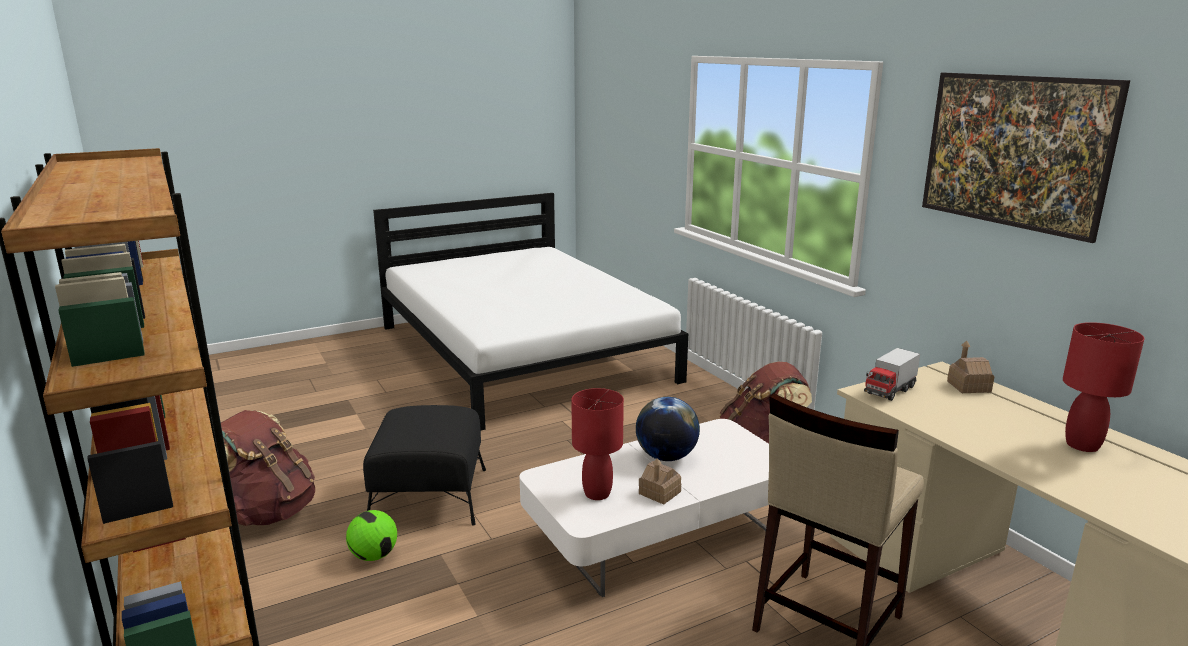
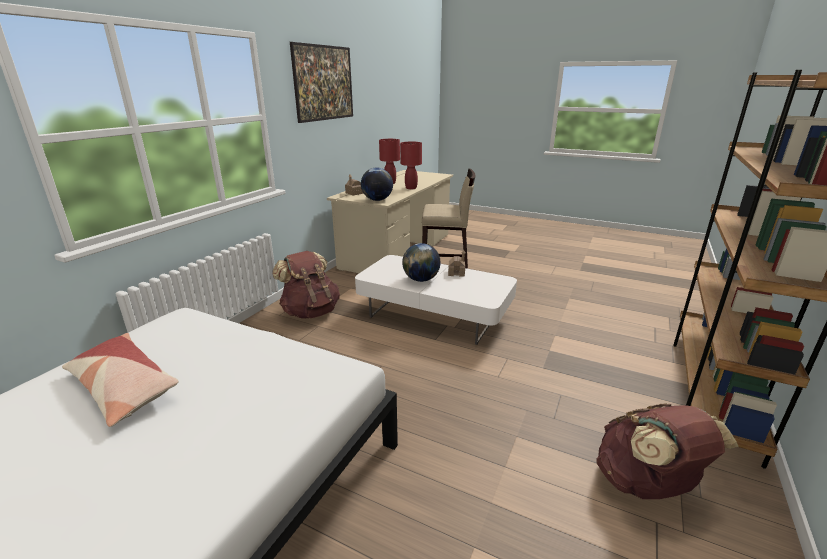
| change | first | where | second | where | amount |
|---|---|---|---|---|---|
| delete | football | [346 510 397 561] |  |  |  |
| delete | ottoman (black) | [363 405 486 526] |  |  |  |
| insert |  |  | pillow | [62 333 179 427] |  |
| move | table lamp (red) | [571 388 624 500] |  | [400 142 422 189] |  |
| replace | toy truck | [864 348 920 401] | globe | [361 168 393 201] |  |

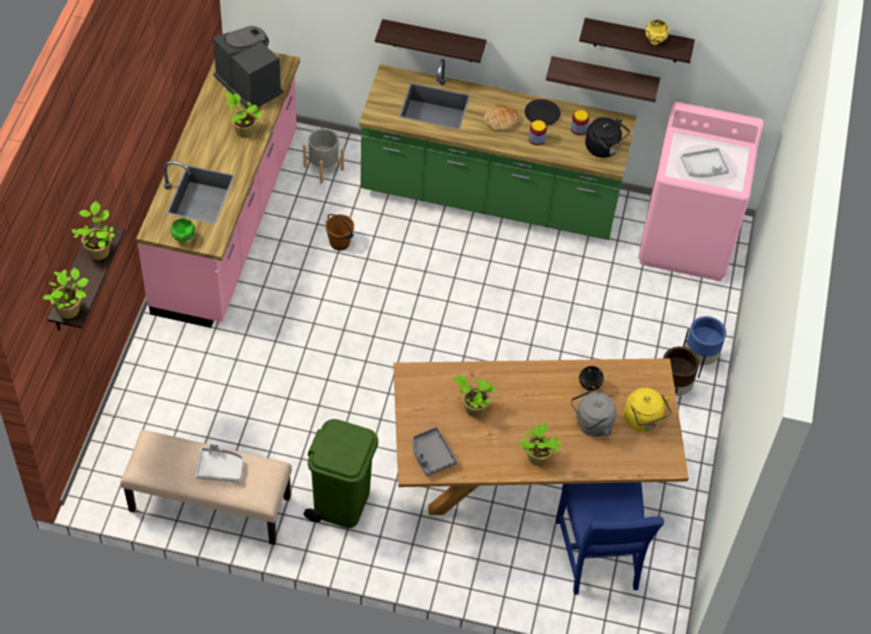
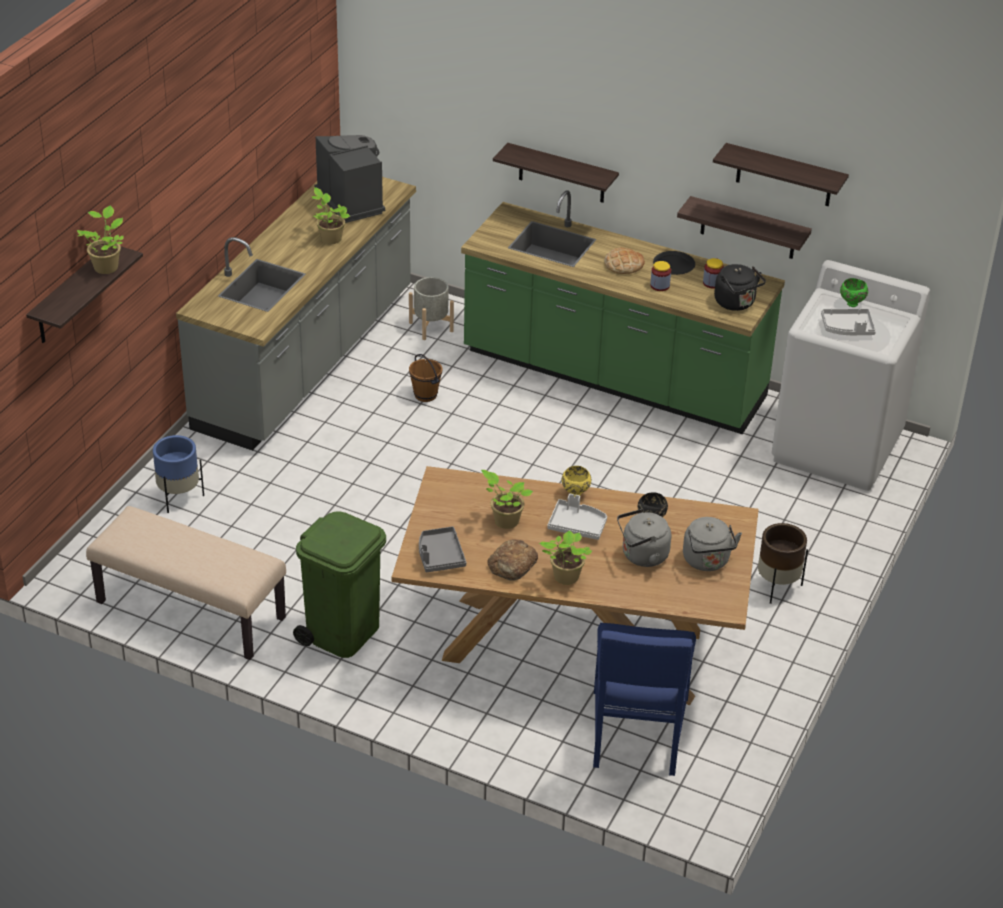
| change | first | where | second | where | amount |
|---|---|---|---|---|---|
| delete | potted plant | [43 268 89 319] |  |  |  |
| insert |  |  | bread | [488 539 538 581] |  |
| move | bowl (green) | [171 219 195 243] |  | [840 278 868 307] |  |
| move | tray (grey) | [196 443 244 482] |  | [547 494 607 540] |  |
| move | bowl (yellow) | [645 20 669 45] |  | [562 466 591 497] |  |
| move | planter (blue) | [683 316 726 378] |  | [153 435 204 513] |  |
| recolor | counter (pink) | [136 52 300 328] | counter (grey) | [176 177 416 450] |  |
| recolor | kettle (yellow) | [624 388 672 432] | kettle (grey) | [683 517 742 571] |  |
| recolor | washing machine (pink) | [638 102 764 281] | washing machine (white) | [771 260 930 491] |  |

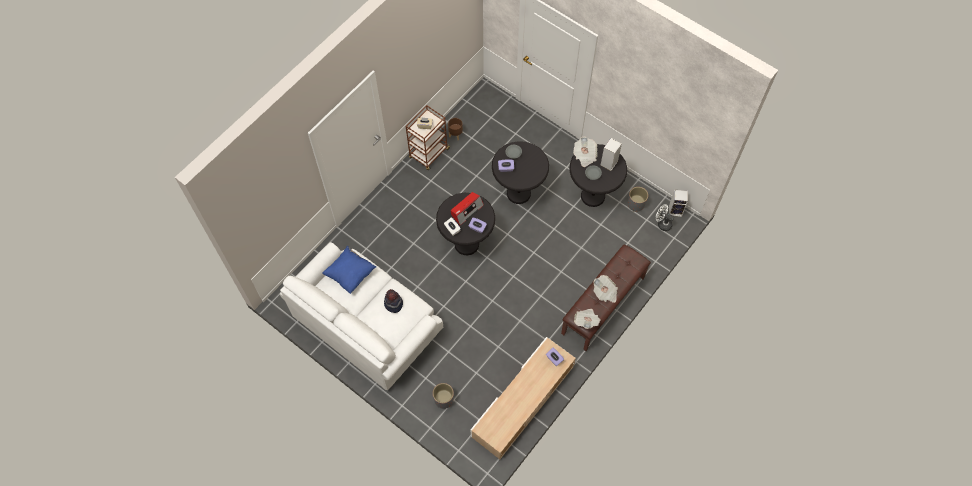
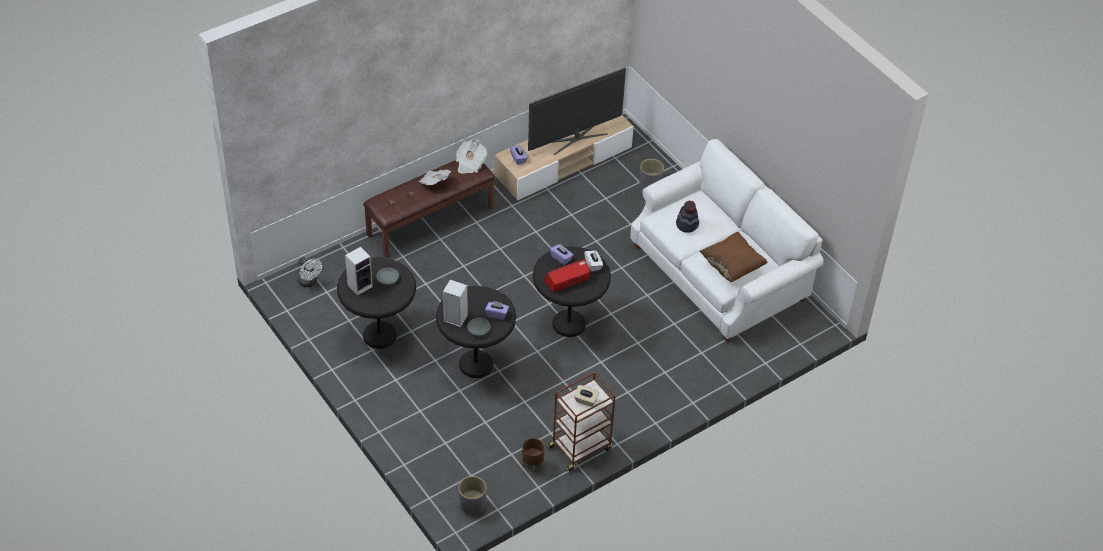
| change | first | where | second | where | amount |
|---|---|---|---|---|---|
| delete | newspaper | [573 136 597 167] |  |  |  |
| insert |  |  | television | [528 67 626 155] |  |
| move | planter (grey) | [628 187 648 212] |  | [458 476 487 514] |  |
| move | speaker | [669 190 688 217] |  | [443 279 468 327] |  |
| recolor | pillow (blue) | [323 246 376 294] | pillow (brown) | [700 232 768 282] |  |

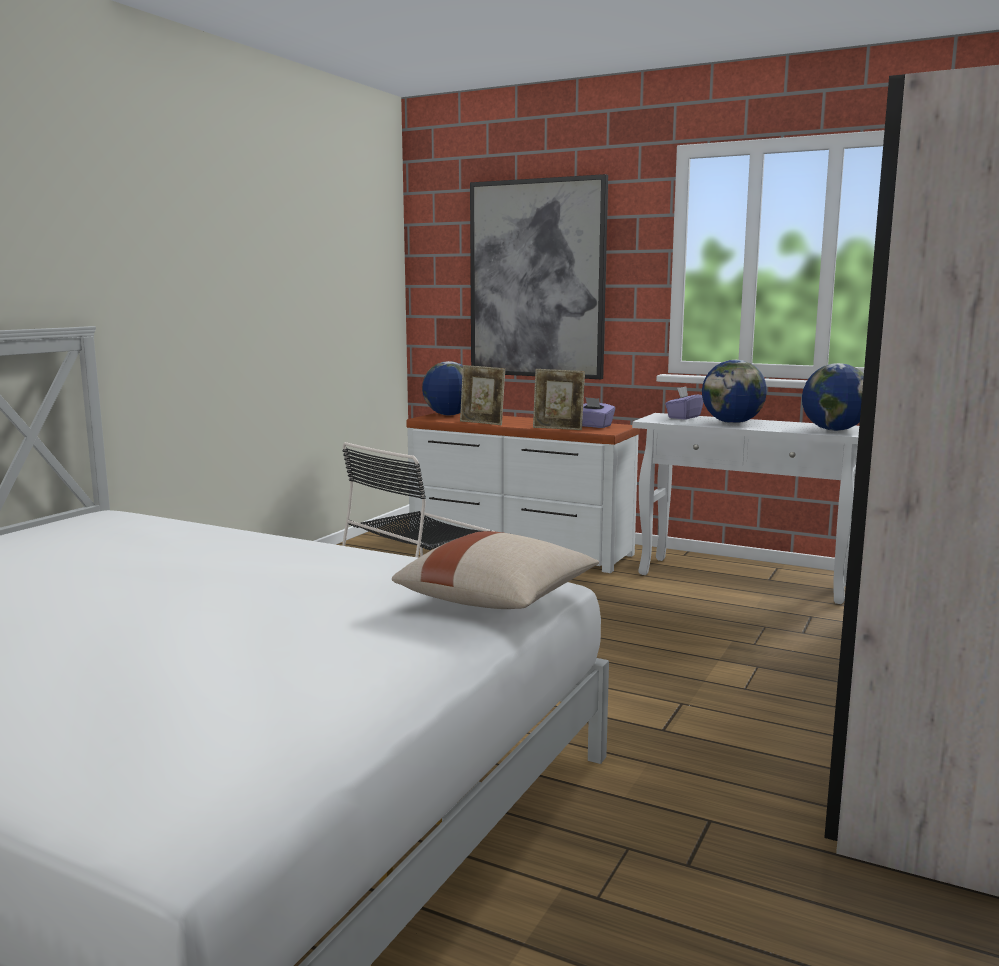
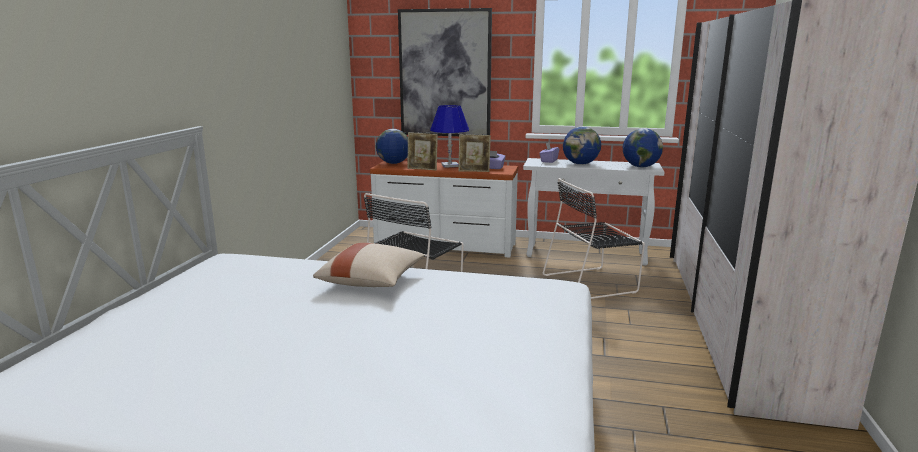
| change | first | where | second | where | amount |
|---|---|---|---|---|---|
| insert |  |  | table lamp (blue) | [430 105 469 168] |  |
| insert |  |  | chair (black) | [543 178 645 299] |  |
| move | pillow (beige) | [392 531 599 609] |  | [313 243 425 287] |  |

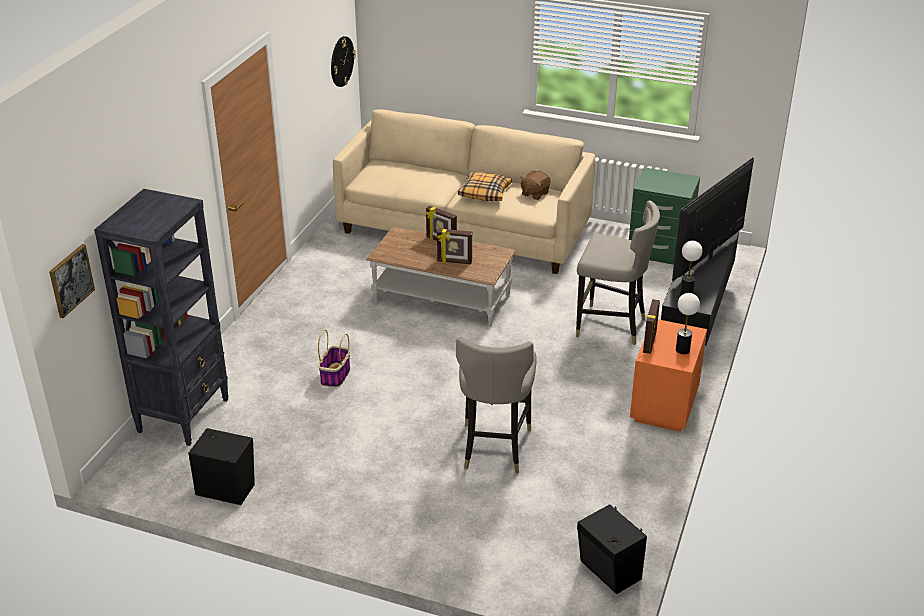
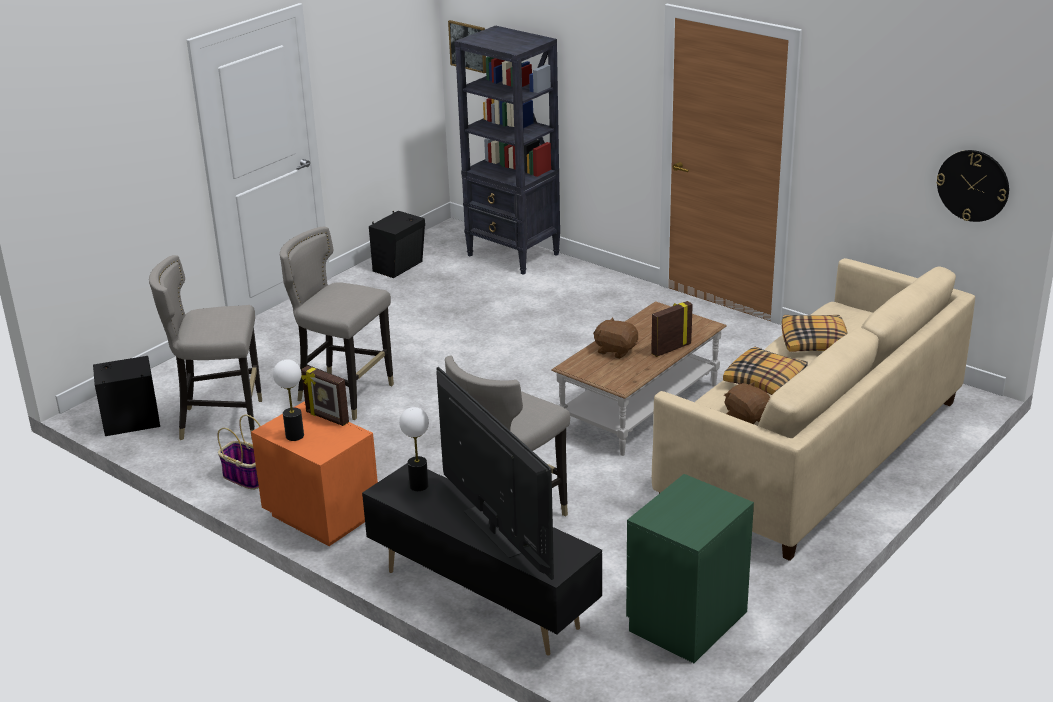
| change | first | where | second | where | amount |
|---|---|---|---|---|---|
| insert |  |  | stool (grey) | [149 255 262 440] |  |
| insert |  |  | pillow | [782 315 848 352] |  |
| move | basket | [318 330 350 388] |  | [217 415 261 490] |  |
| replace | picture frame | [437 229 472 264] | plush toy (brown) | [593 317 638 359] |  |

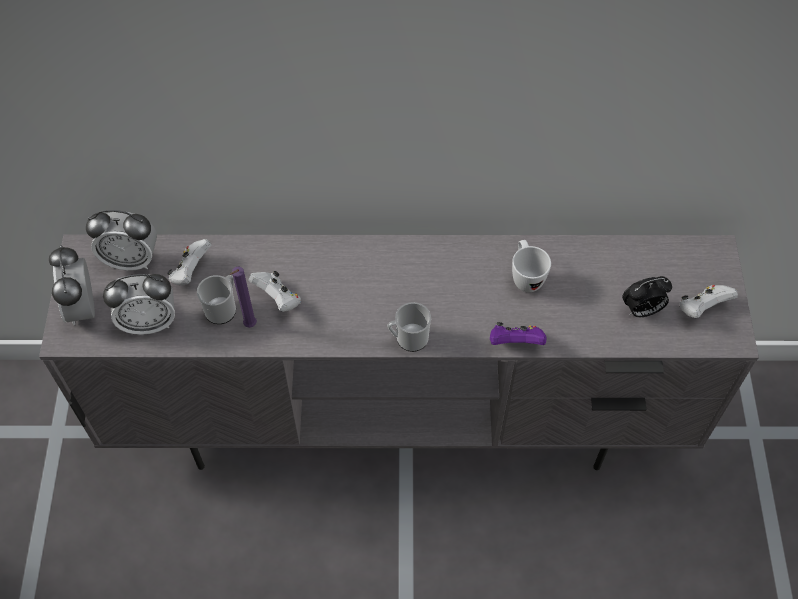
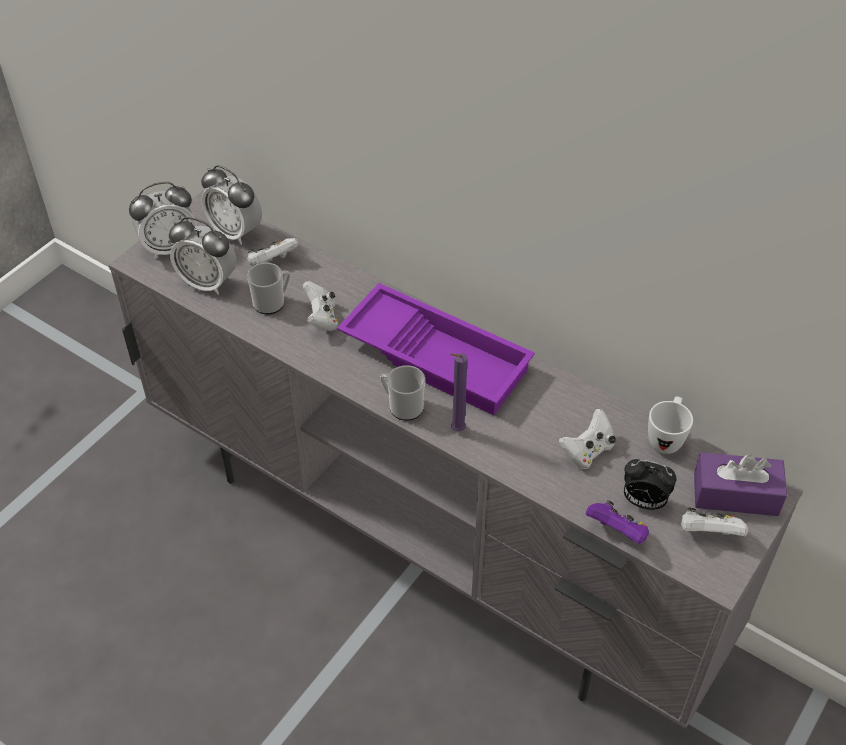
| change | first | where | second | where | amount |
|---|---|---|---|---|---|
| insert |  |  | tray (purple) | [337 283 535 415] |  |
| insert |  |  | game controller (white) | [559 409 616 469] |  |
| insert |  |  | tissue box (purple) | [694 452 787 516] |  |
| move | candle (purple) | [230 266 257 328] |  | [450 353 467 431] |  |
| move | game controller (purple) | [490 322 546 345] |  | [586 500 649 544] |  |
| move | mug (white) | [512 240 551 292] |  | [648 396 693 454] |  |
| rotate | alarm clock | [49 245 95 325] |  | [129 182 196 259] | 135 degrees counterclockwise |

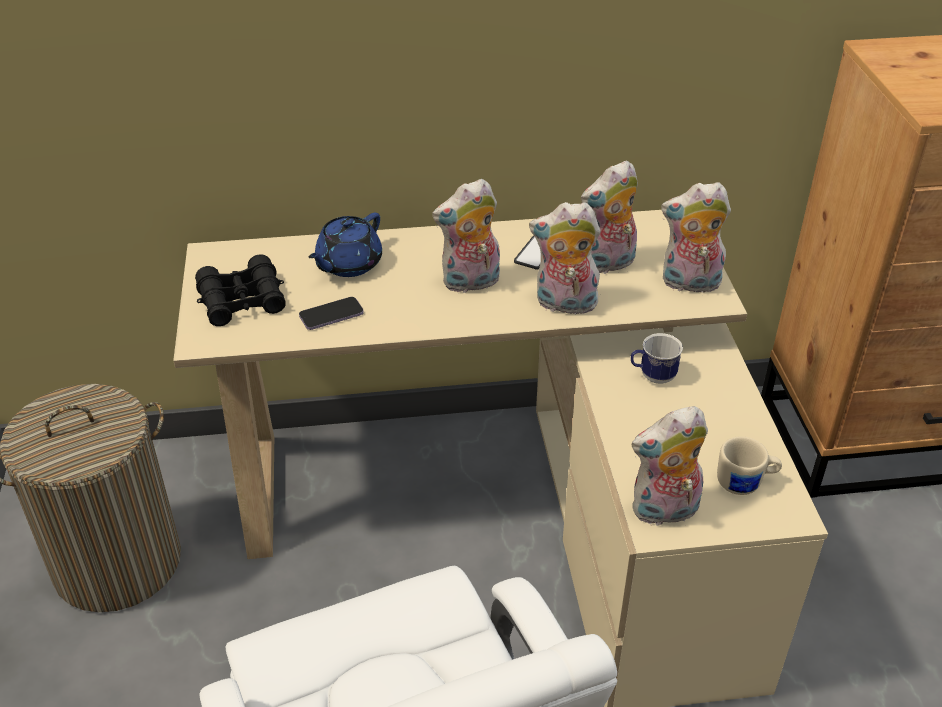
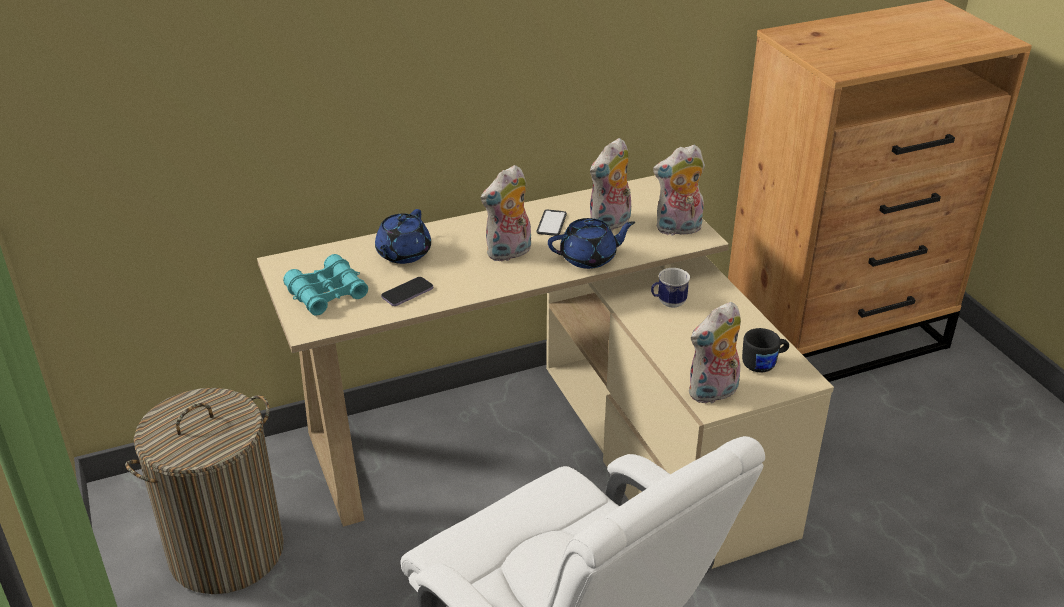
| change | first | where | second | where | amount |
|---|---|---|---|---|---|
| replace | plush toy | [529 202 601 318] | teapot (blue) | [548 218 635 269] |  |
| recolor | binoculars (black) | [195 254 286 326] | binoculars (turquoise) | [283 254 368 316] |  |
| recolor | mug (beige) | [717 436 782 495] | mug (black) | [742 328 789 372] |  |

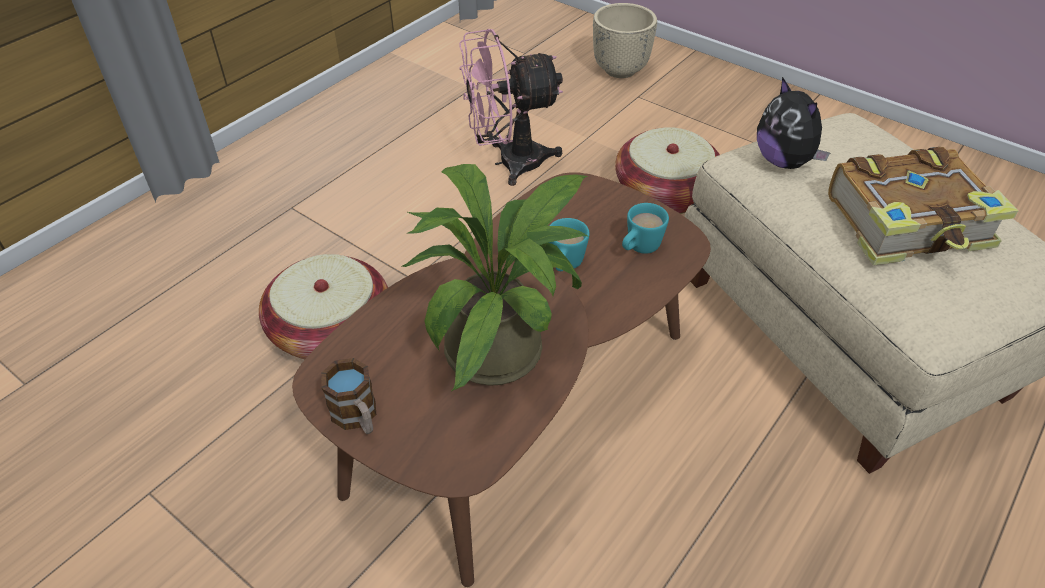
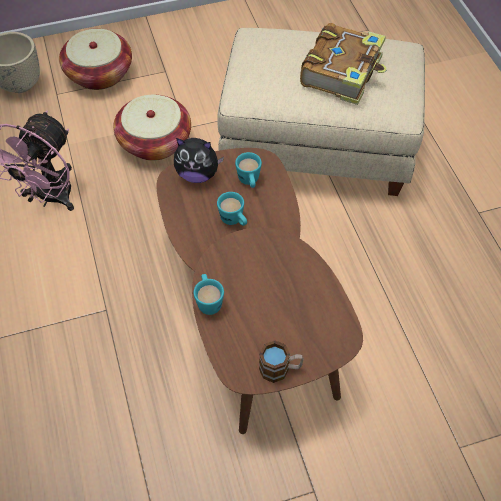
| change | first | where | second | where | amount |
|---|---|---|---|---|---|
| delete | potted plant | [402 164 589 391] |  |  |  |
| insert |  |  | mug (turquoise) | [194 274 224 315] |  |
| move | basket | [259 254 388 359] |  | [59 29 132 90] |  |
| move | plush toy | [757 77 830 169] |  | [174 138 224 183] |  |

